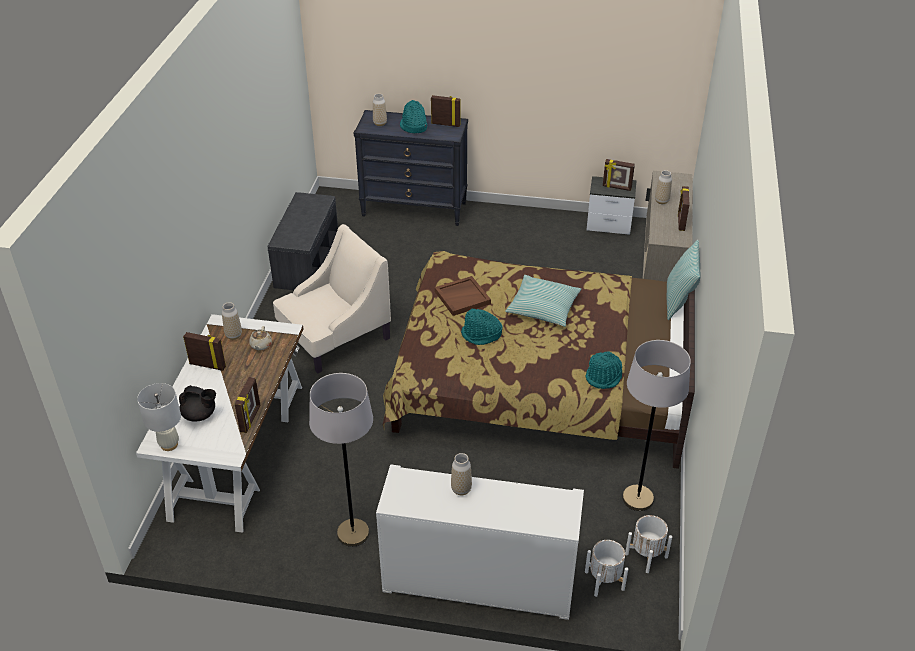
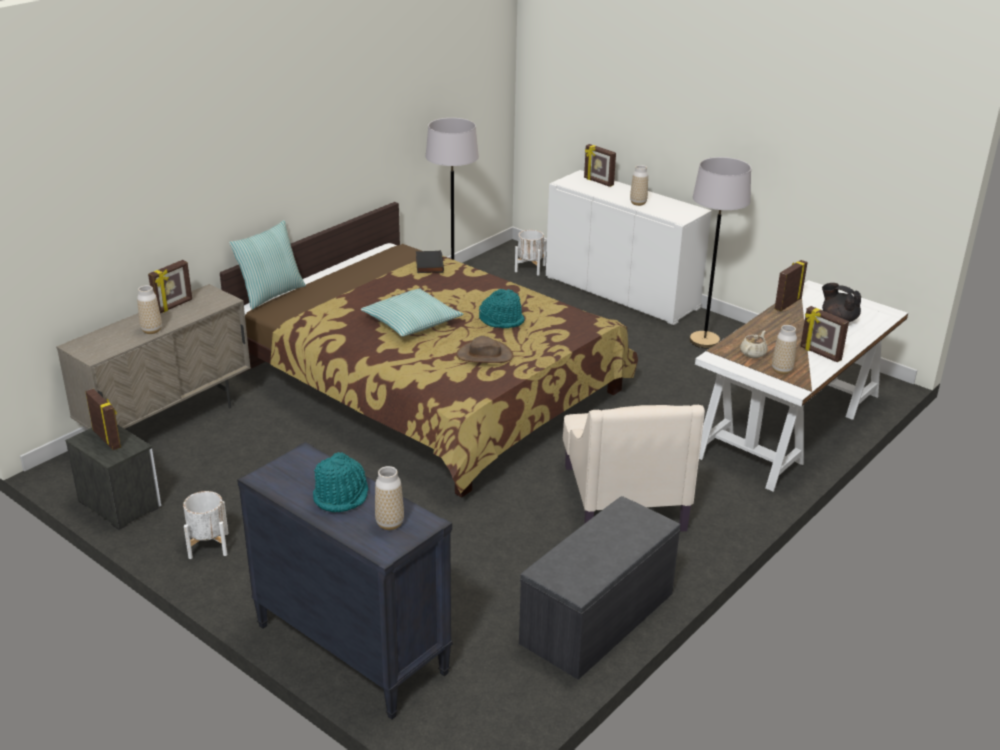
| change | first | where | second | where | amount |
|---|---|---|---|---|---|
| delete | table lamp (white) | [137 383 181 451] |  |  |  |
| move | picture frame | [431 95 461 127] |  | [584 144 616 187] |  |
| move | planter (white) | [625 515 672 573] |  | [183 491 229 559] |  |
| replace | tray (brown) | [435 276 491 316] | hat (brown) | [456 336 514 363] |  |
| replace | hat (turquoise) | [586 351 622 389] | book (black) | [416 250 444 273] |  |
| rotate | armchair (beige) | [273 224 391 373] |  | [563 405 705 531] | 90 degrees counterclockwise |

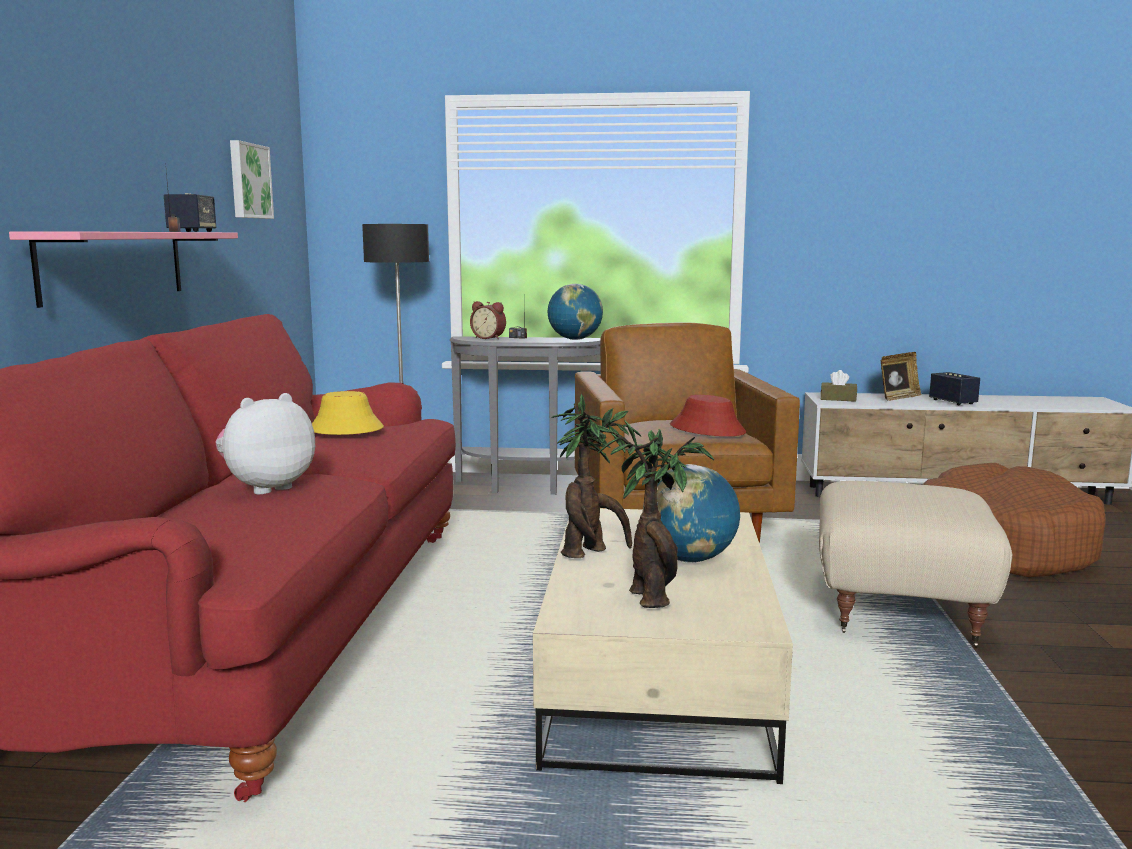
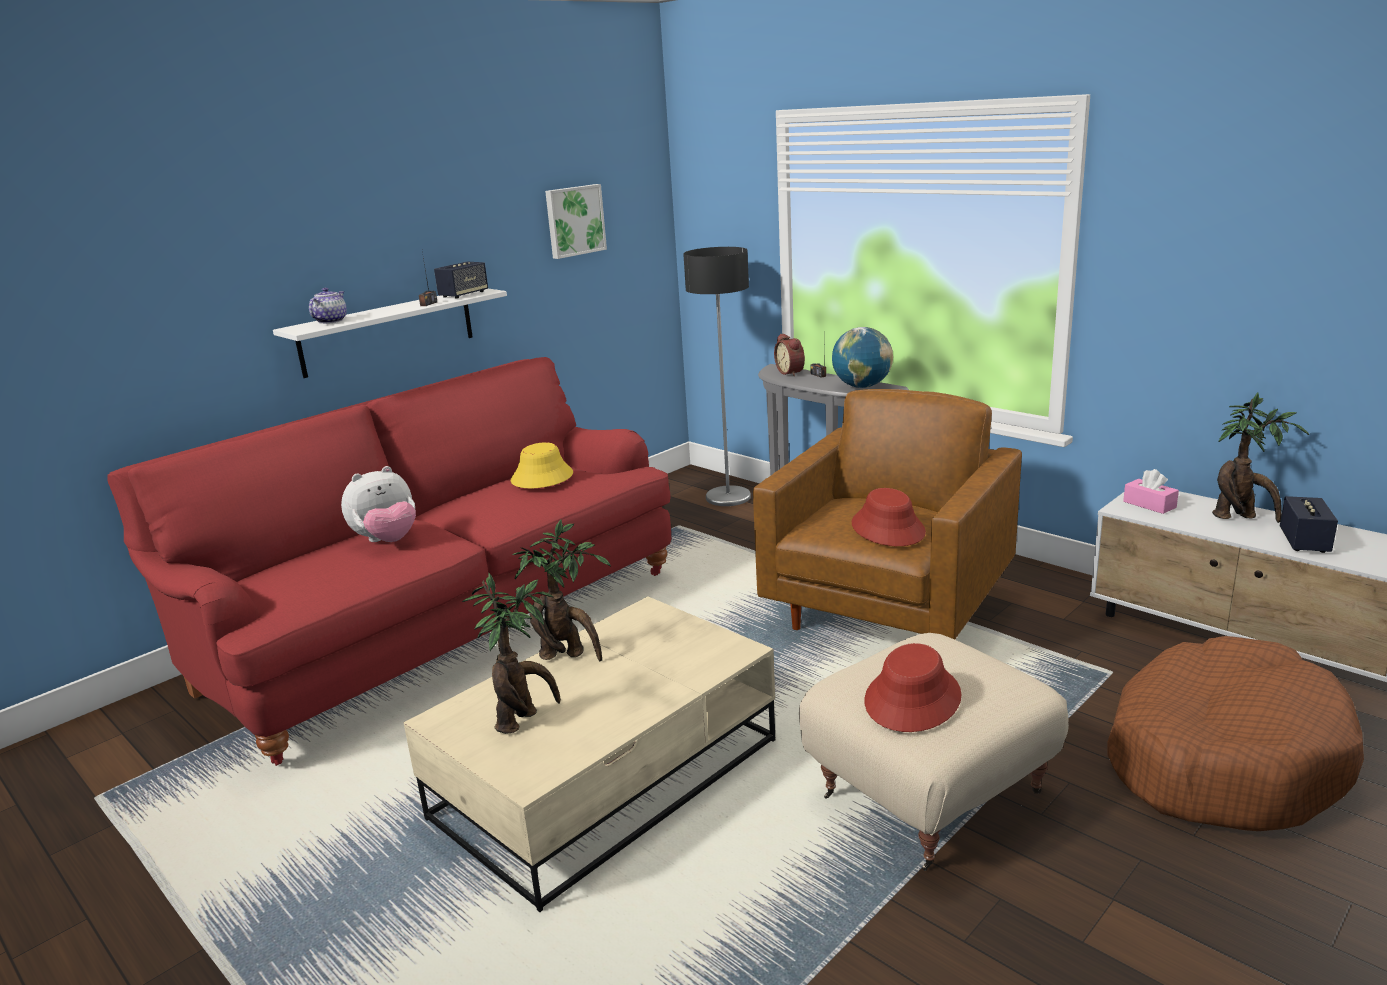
| change | first | where | second | where | amount |
|---|---|---|---|---|---|
| delete | globe | [642 464 740 563] |  |  |  |
| insert |  |  | teapot | [309 288 347 324] |  |
| insert |  |  | hat (red) | [864 643 962 732] |  |
| replace | picture frame | [881 352 922 401] | potted plant | [1212 393 1309 523] |  |
| recolor | shelf (pink) | [9 231 238 308] | shelf (white) | [273 289 507 378] |  |
| recolor | tissue box (brown) | [821 370 857 402] | tissue box (pink) | [1123 469 1179 514] |  |
| rotate | plush toy | [215 393 315 495] |  | [341 466 416 542] | 150 degrees clockwise |

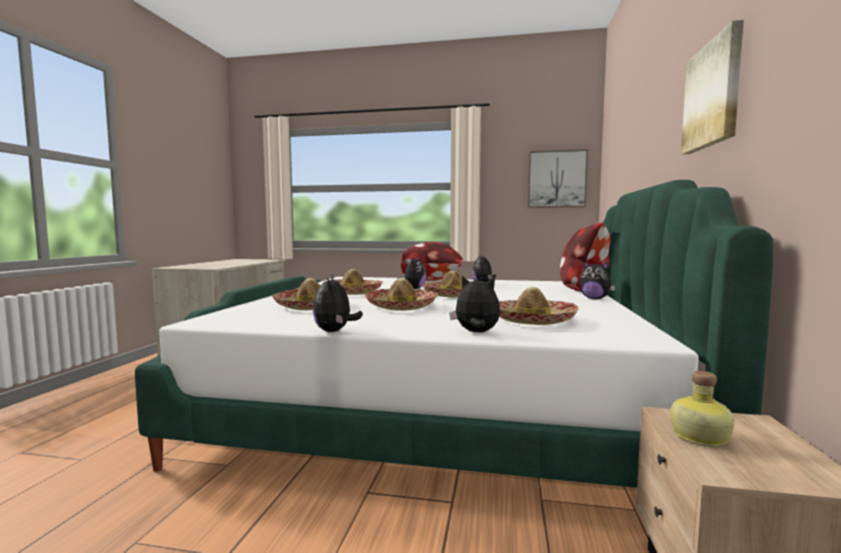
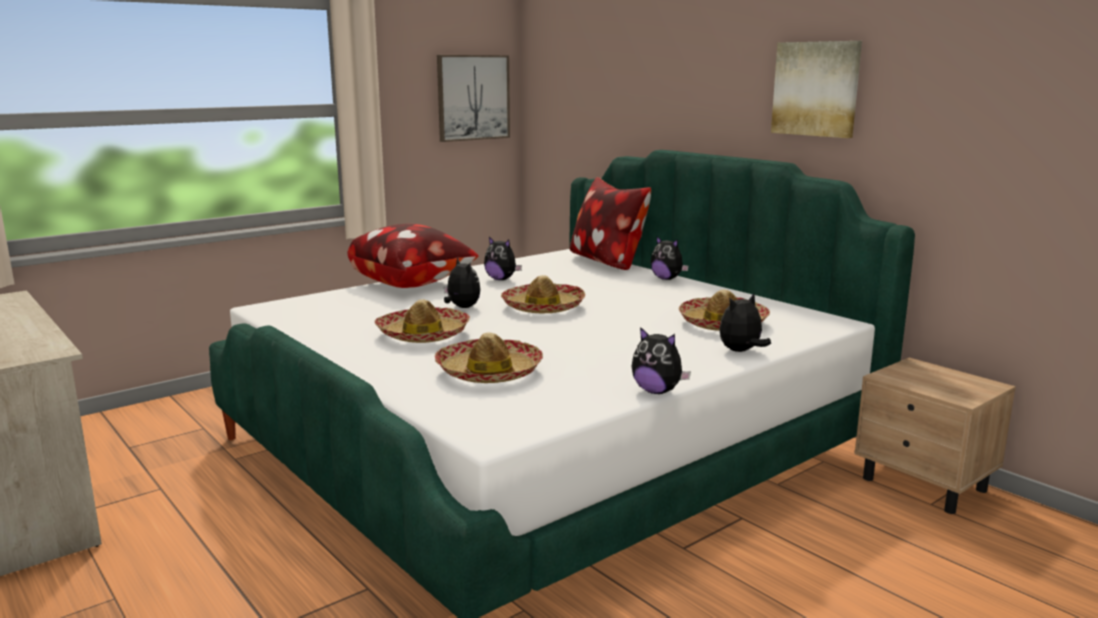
| change | first | where | second | where | amount |
|---|---|---|---|---|---|
| delete | hat | [365 278 438 311] |  |  |  |
| delete | bottle | [670 371 735 447] |  |  |  |
| rotate | plush toy | [579 261 615 299] |  | [651 236 689 280] | 60 degrees clockwise |

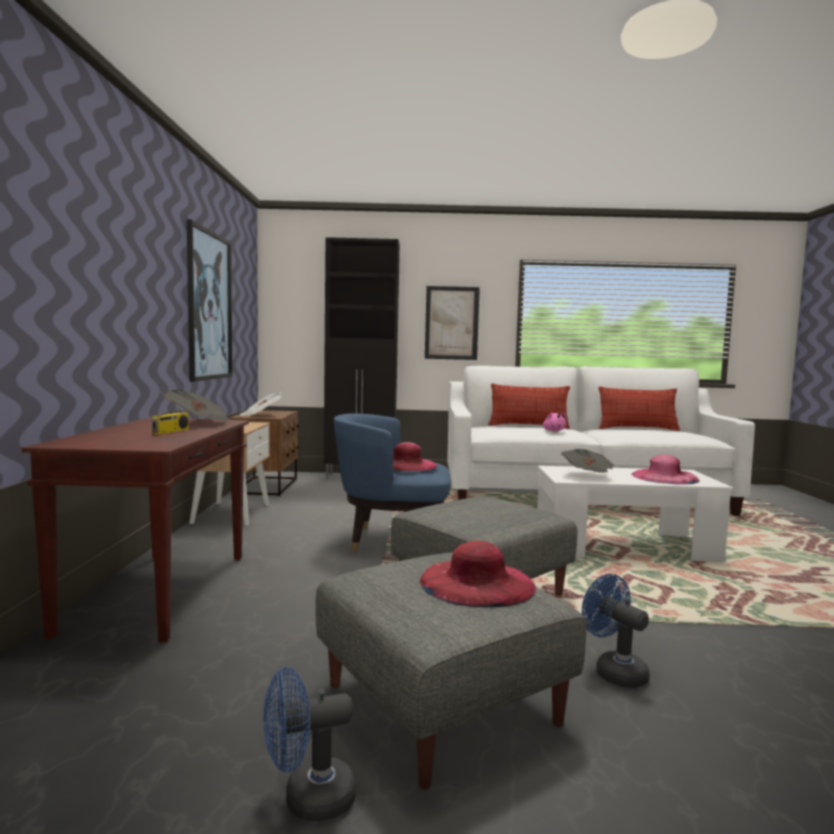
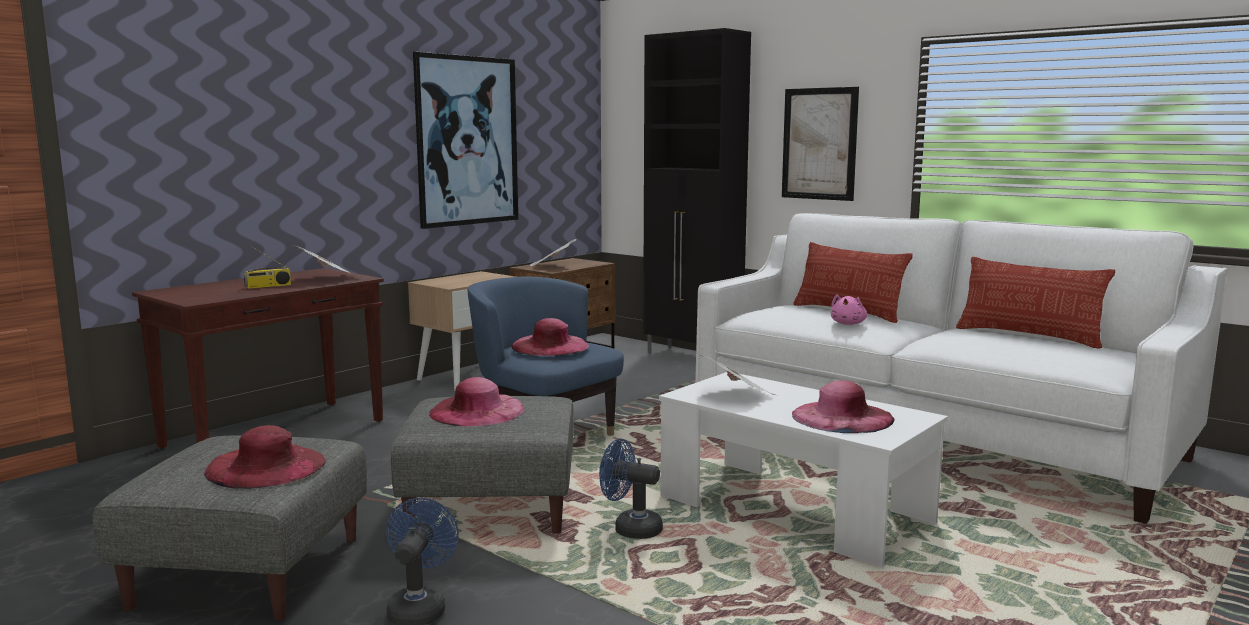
| change | first | where | second | where | amount |
|---|---|---|---|---|---|
| insert |  |  | hat (pink) | [429 377 525 426] |  |
| move | fan (blue) | [263 667 356 822] |  | [599 439 663 539] |  |

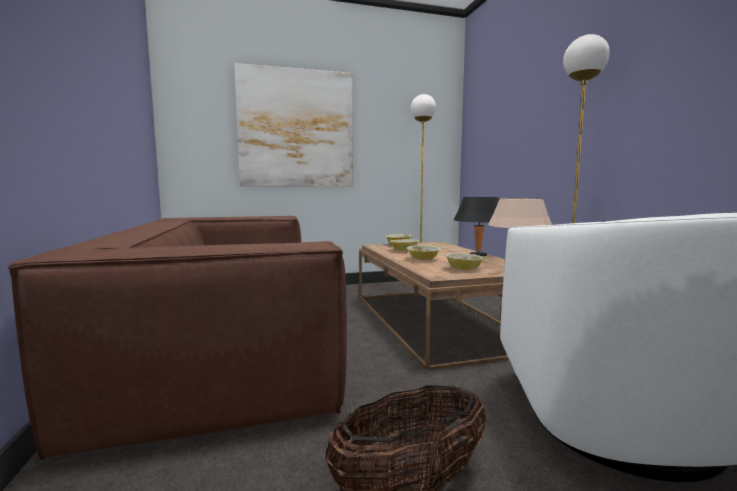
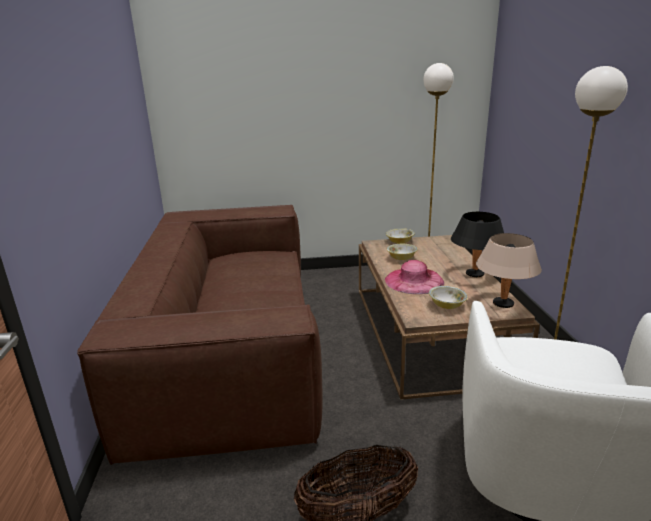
| change | first | where | second | where | amount |
|---|---|---|---|---|---|
| delete | picture | [234 63 353 187] |  |  |  |
| replace | bowl | [407 245 441 260] | hat (pink) | [385 260 444 294] |  |

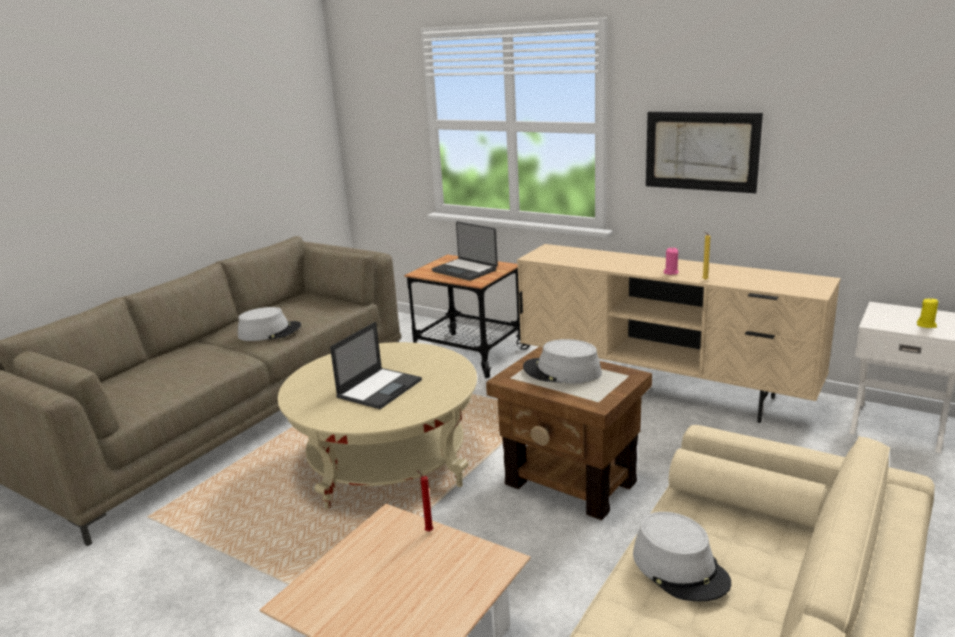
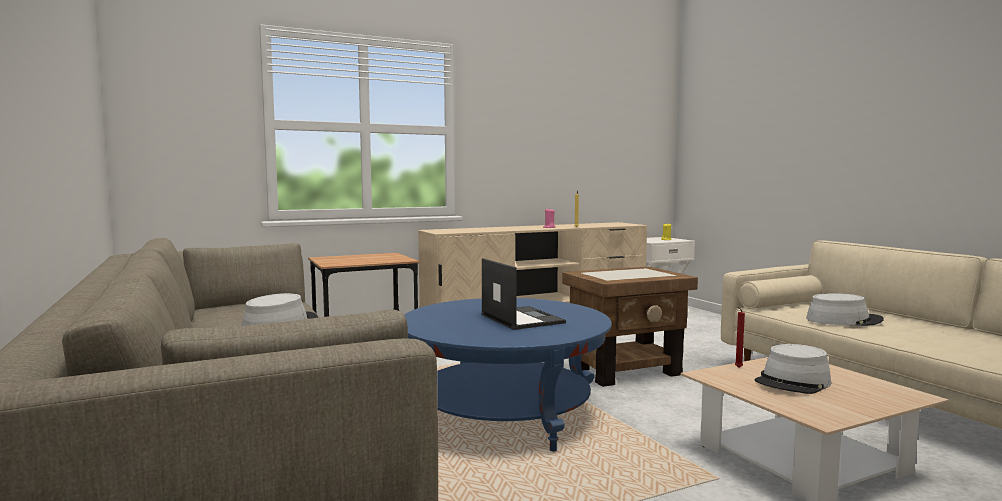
| change | first | where | second | where | amount |
|---|---|---|---|---|---|
| delete | laptop | [432 221 498 281] |  |  |  |
| delete | picture | [646 112 763 193] |  |  |  |
| move | hat (grey) | [523 339 602 383] |  | [754 344 831 394] |  |
| recolor | coffee table (beige) | [278 342 477 509] | coffee table (blue) | [404 298 611 452] |  |

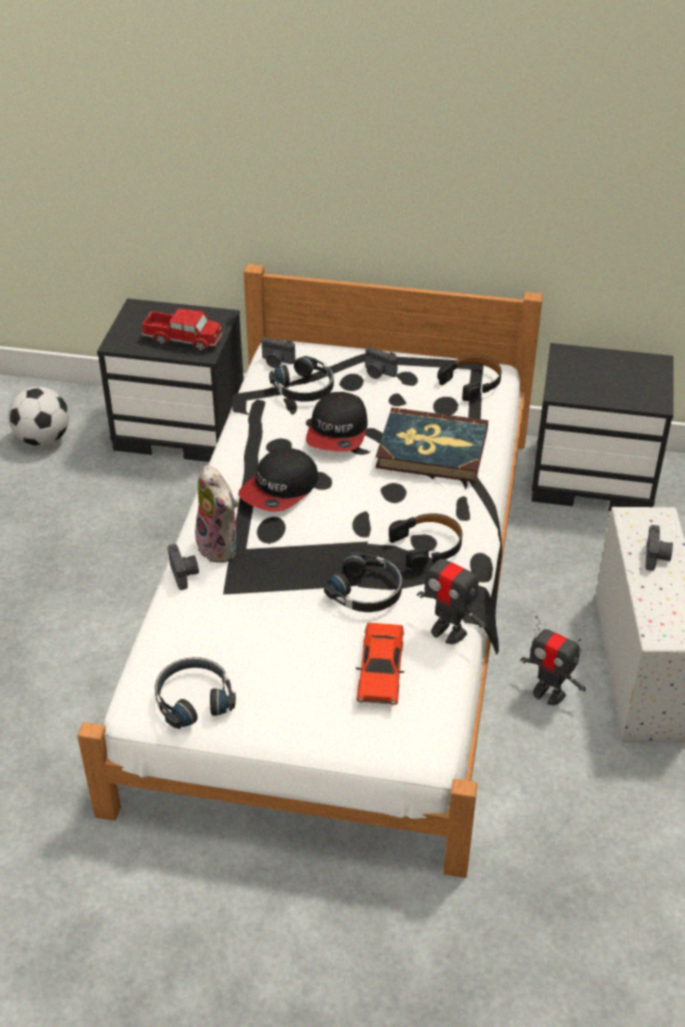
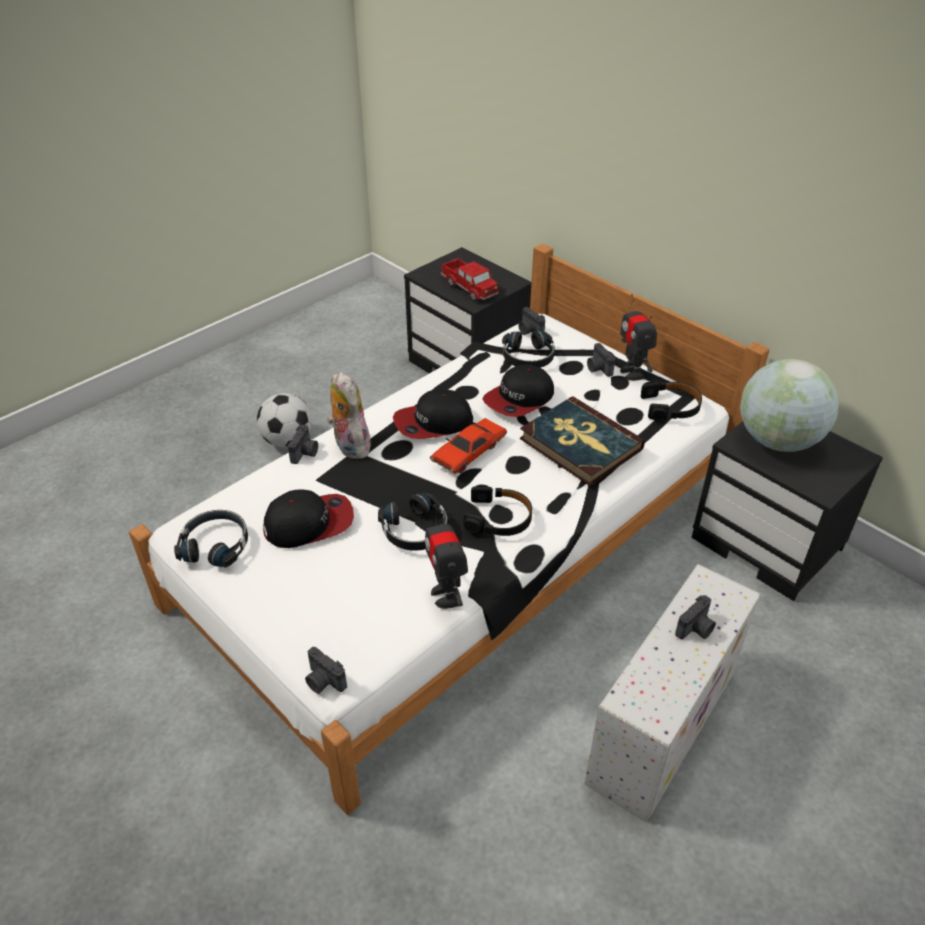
| change | first | where | second | where | amount |
|---|---|---|---|---|---|
| insert |  |  | cap | [263 489 354 548] |  |
| insert |  |  | photo camera | [305 647 347 694] |  |
| insert |  |  | globe | [740 359 839 452] |  |
| move | football | [8 387 69 446] |  | [257 393 312 448] |  |
| move | toy car (red) | [355 623 405 705] |  | [430 418 507 474] |  |
| move | toy robot | [520 616 586 705] |  | [620 294 657 381] |  |
| rotate | plush toy | [195 465 238 563] |  | [327 372 372 459] | 150 degrees clockwise |

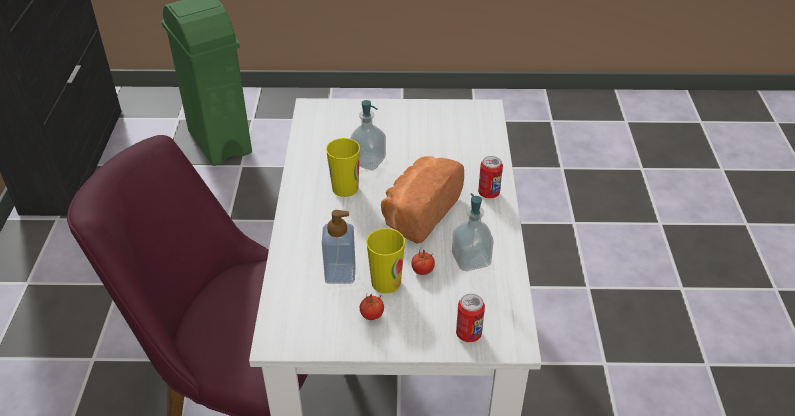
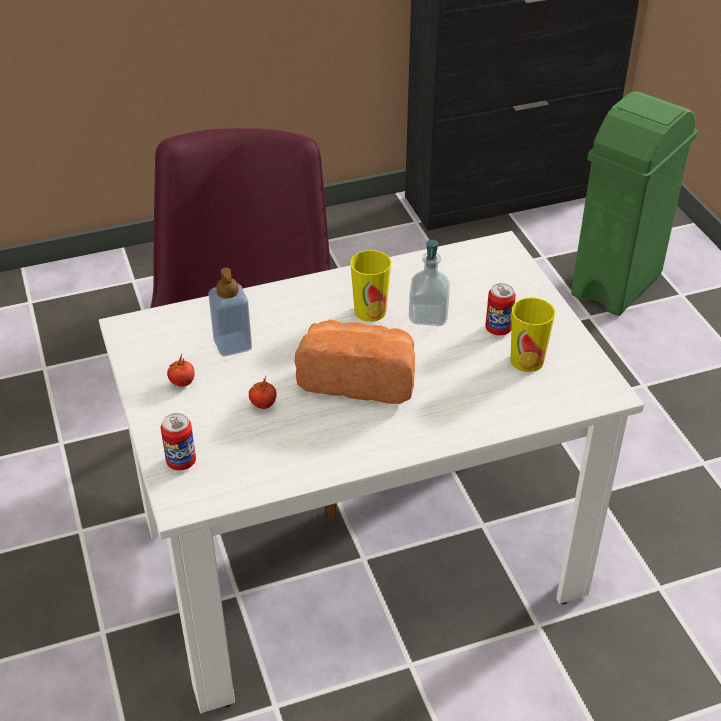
| change | first | where | second | where | amount |
|---|---|---|---|---|---|
| delete | soap dispenser | [452 193 494 271] |  |  |  |
| move | cup | [366 228 405 293] |  | [510 297 555 372] |  |
| move | can | [478 156 503 198] |  | [485 283 516 336] |  |

